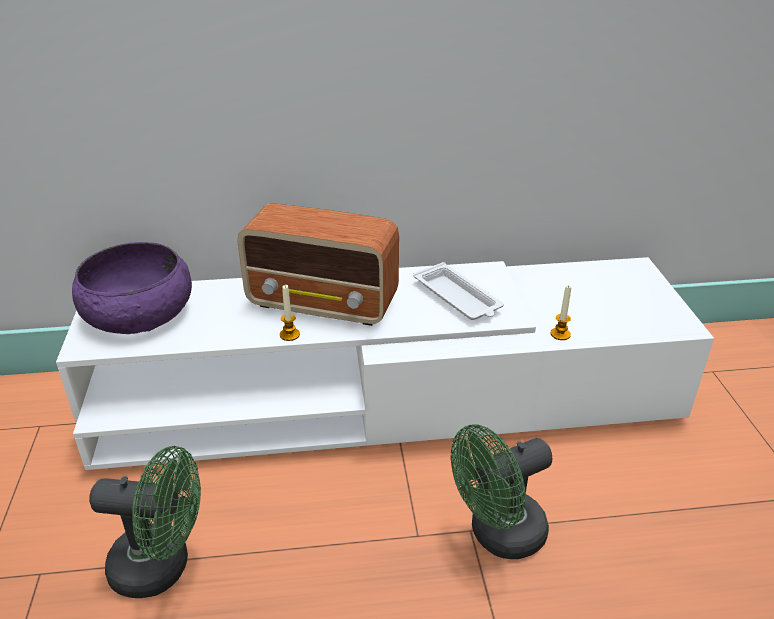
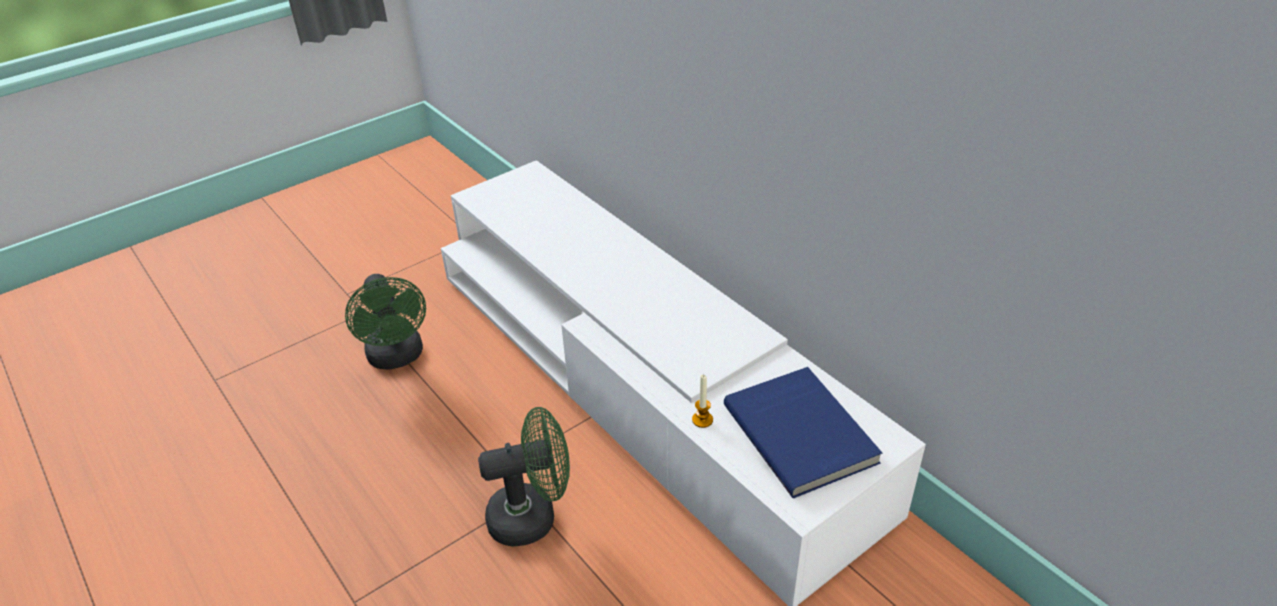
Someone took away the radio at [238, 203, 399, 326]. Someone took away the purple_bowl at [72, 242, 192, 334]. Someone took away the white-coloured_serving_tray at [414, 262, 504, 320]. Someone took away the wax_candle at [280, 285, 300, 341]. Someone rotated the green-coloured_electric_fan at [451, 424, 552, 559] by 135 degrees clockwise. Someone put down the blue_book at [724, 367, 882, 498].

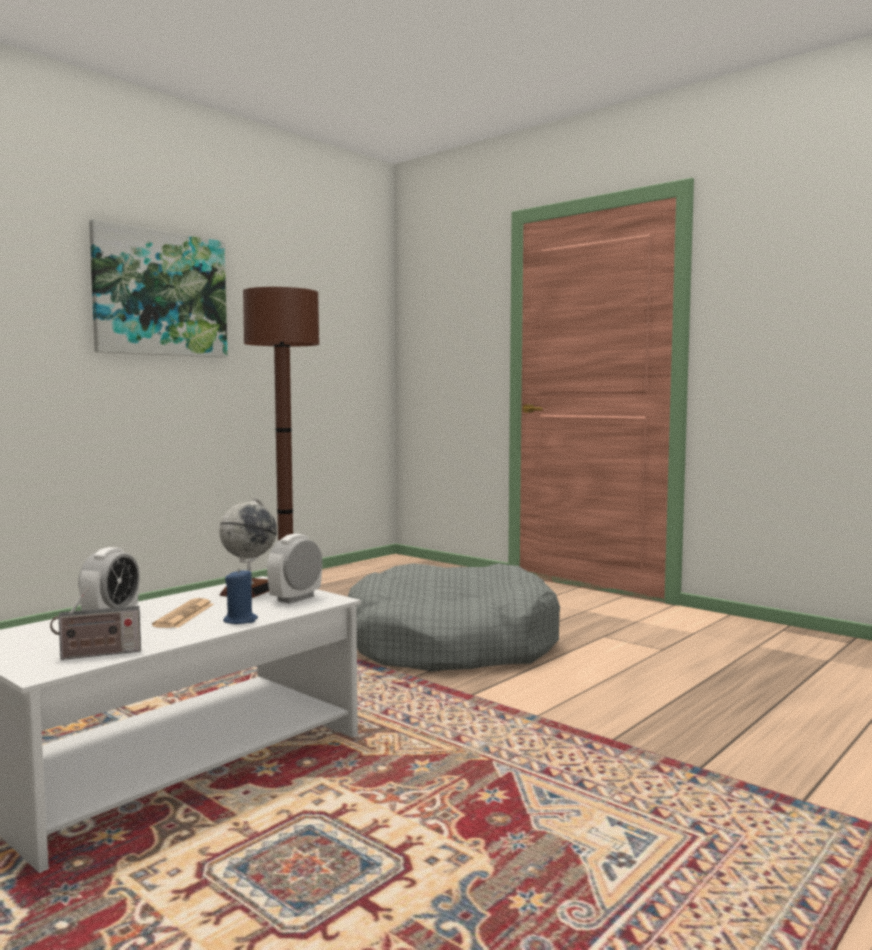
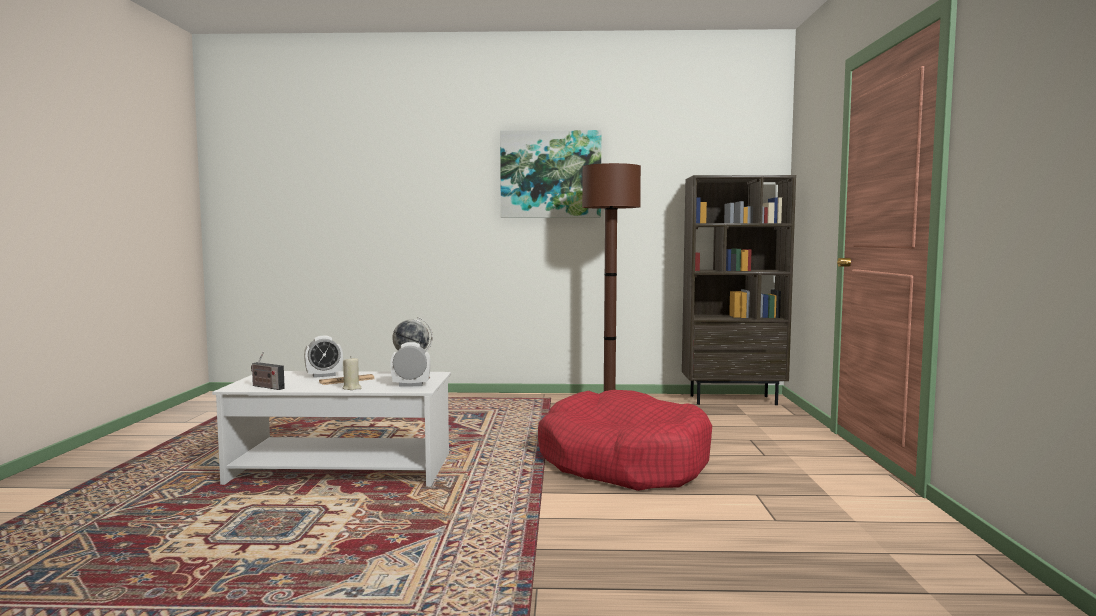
Someone repainted the greyish_pet_bed at [348, 563, 560, 671], which became the red-coloured_pet_bed at [538, 390, 712, 491]. Someone repainted the blue_wax_candle at [223, 568, 258, 624], which became the beige_wax_candle at [343, 358, 361, 390]. Someone put down the brown-coloured_shelving_unit at [682, 175, 796, 405].

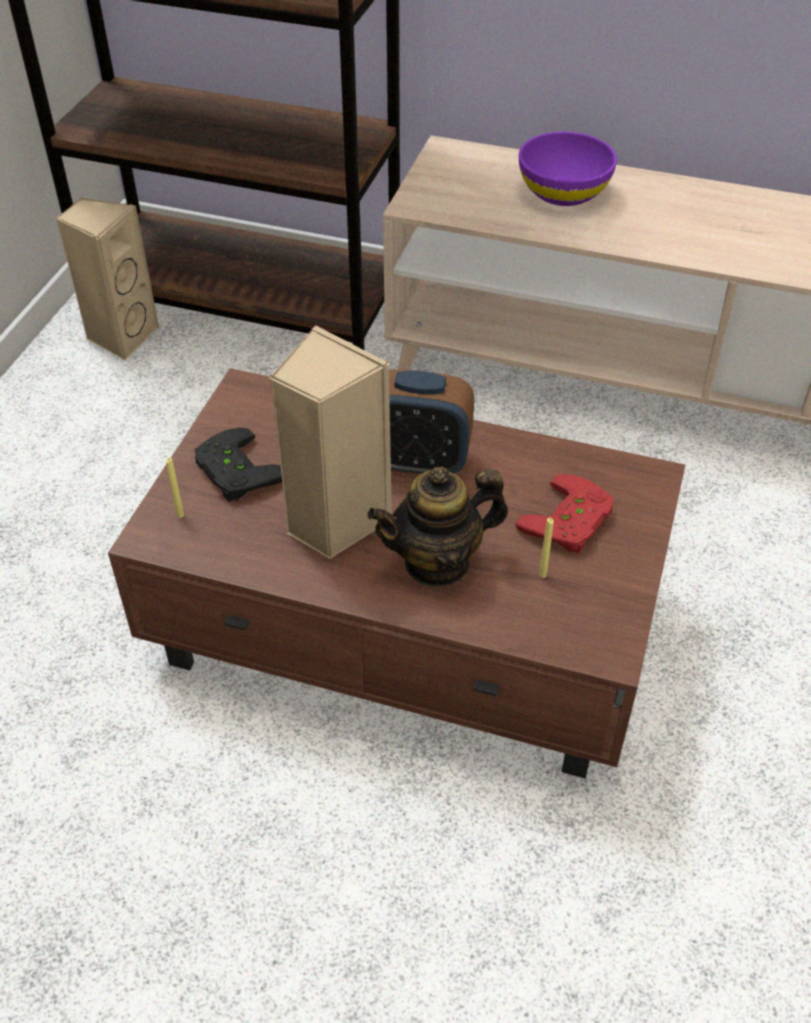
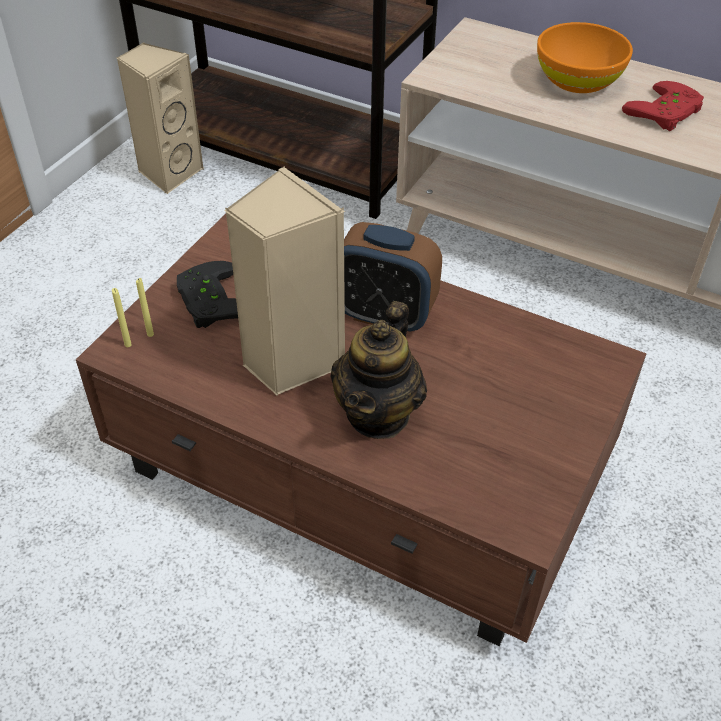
Someone repainted the purple_bowl at [519, 132, 617, 206], which became the orange-coloured_bowl at [537, 22, 633, 93]. Someone rotated the teapot at [367, 466, 508, 587] by 60 degrees counterclockwise. Someone carried the red-coloured_game_controller from [515, 474, 613, 554] to [622, 81, 704, 131]. Someone carried the yellow-coloured_wax_candle from [539, 517, 554, 578] to [112, 288, 132, 347].

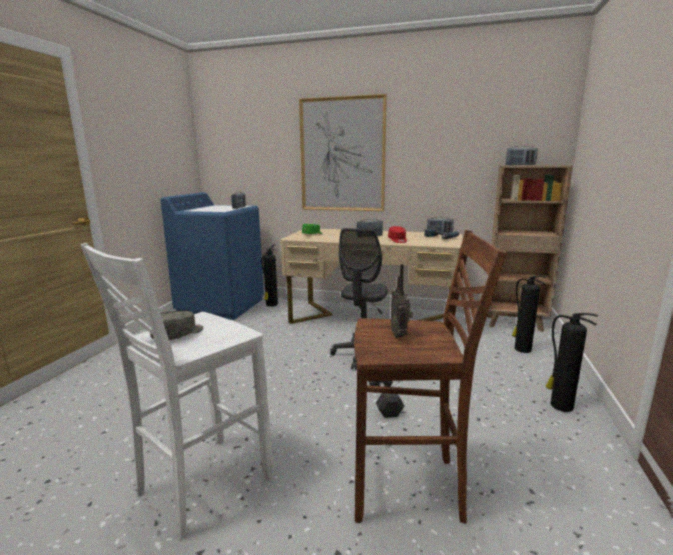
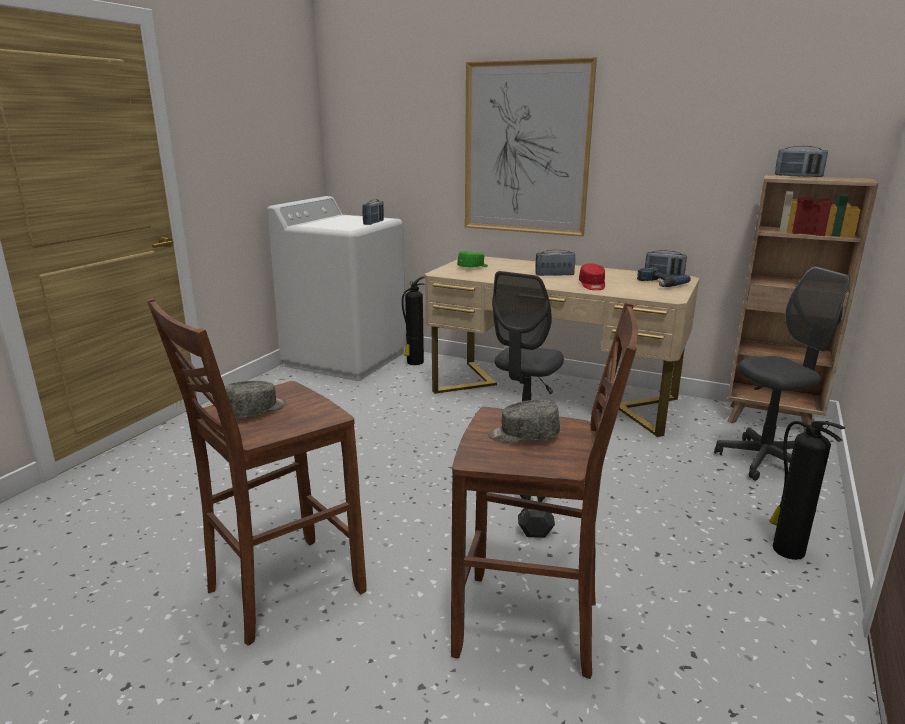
Someone repainted the blue_laundry_machine at [160, 193, 264, 320], which became the white-coloured_laundry_machine at [267, 196, 406, 381]. Someone repainted the white-coloured_sitting_stool at [81, 243, 274, 540], which became the brown-coloured_sitting_stool at [147, 298, 367, 646]. Someone swapped the radio at [391, 264, 413, 338] for the greyish_peaked_cap at [488, 400, 560, 443]. Someone swapped the extinguisher at [512, 276, 546, 353] for the greyish_desk_chair at [714, 267, 850, 481].

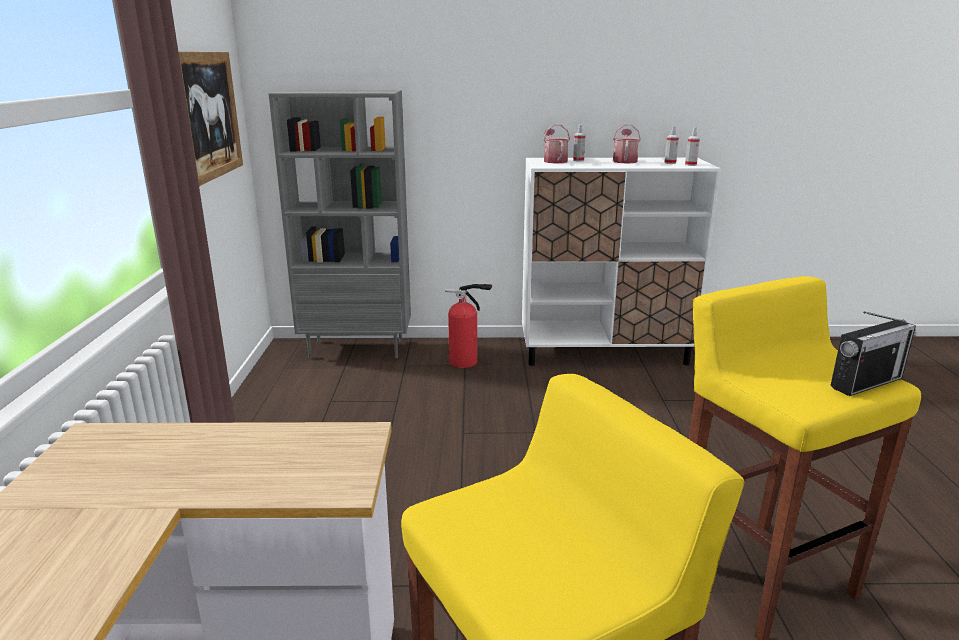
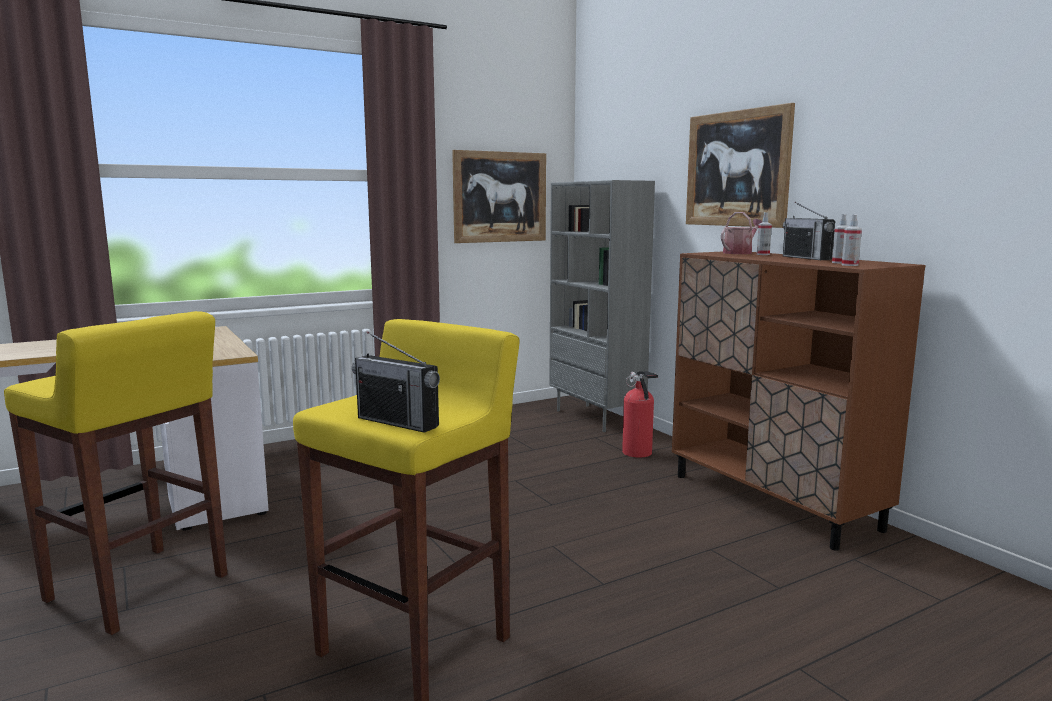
Someone swapped the watering_can at [613, 125, 641, 163] for the radio at [783, 202, 835, 260]. Someone repainted the white-coloured_storage_cabinet at [522, 158, 721, 366], which became the brown-coloured_storage_cabinet at [672, 251, 925, 551]. Someone put up the picture at [686, 103, 795, 228].

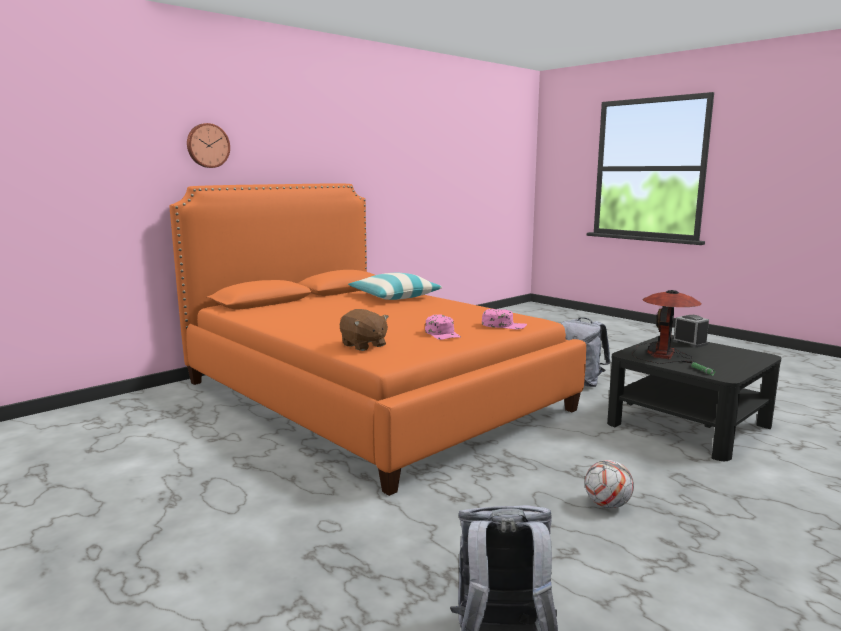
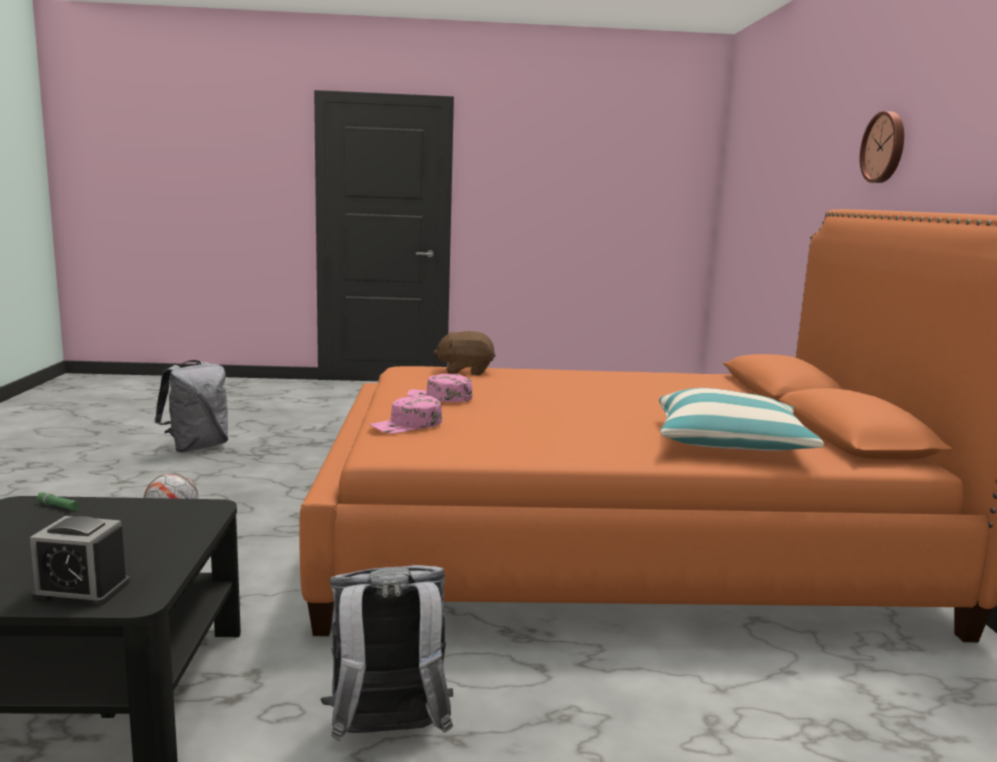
Someone took away the table_lamp at [632, 290, 701, 364].

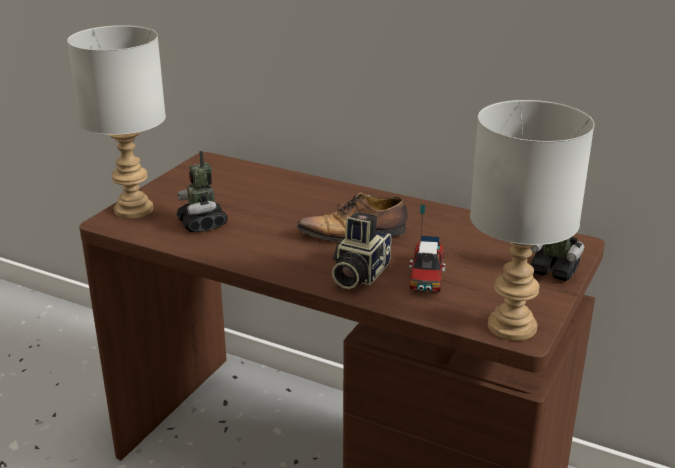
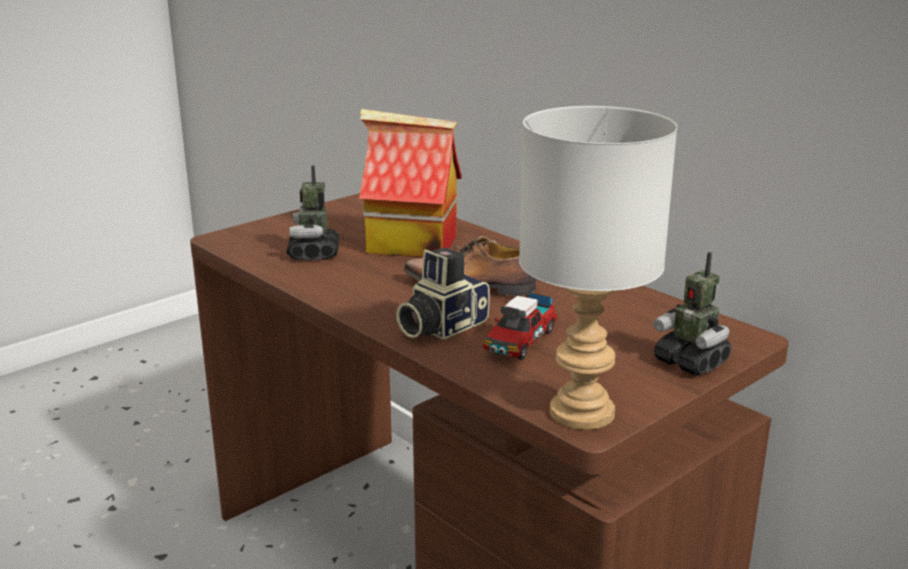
Someone took away the greyish_table_lamp at [67, 25, 166, 219]. Someone put down the miniature_house at [359, 109, 462, 258].

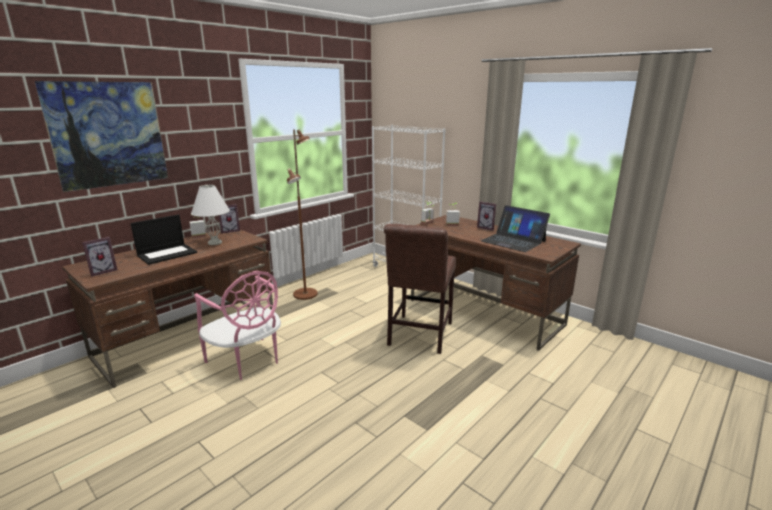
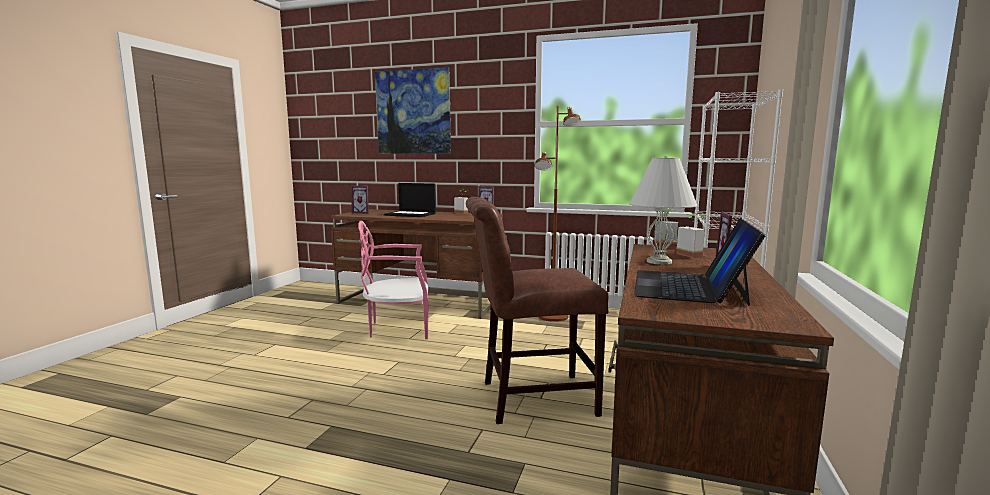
Someone carried the white-coloured_table_lamp from [191, 185, 230, 245] to [629, 156, 698, 265]. Someone rotated the pink_upright_chair at [194, 271, 281, 380] by 60 degrees clockwise.

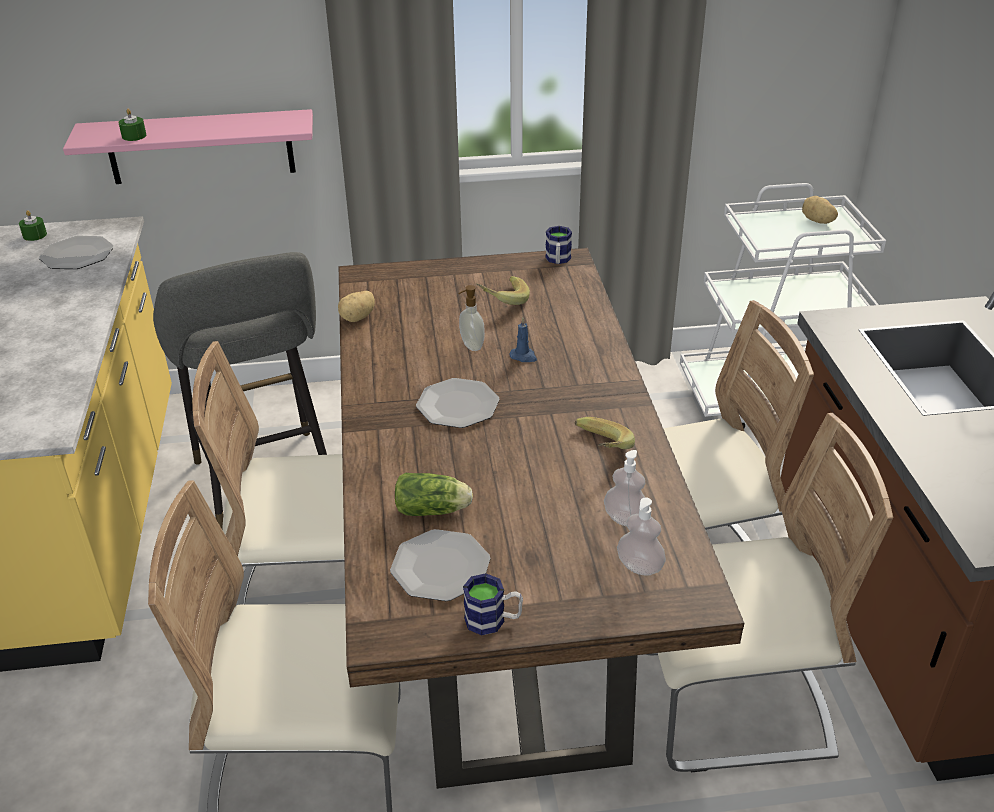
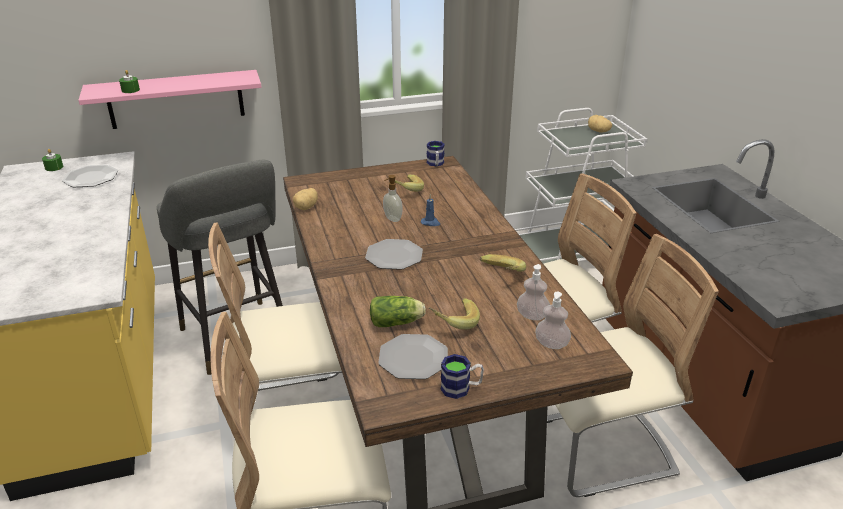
Someone put down the banana_fruit at [429, 298, 480, 330].

